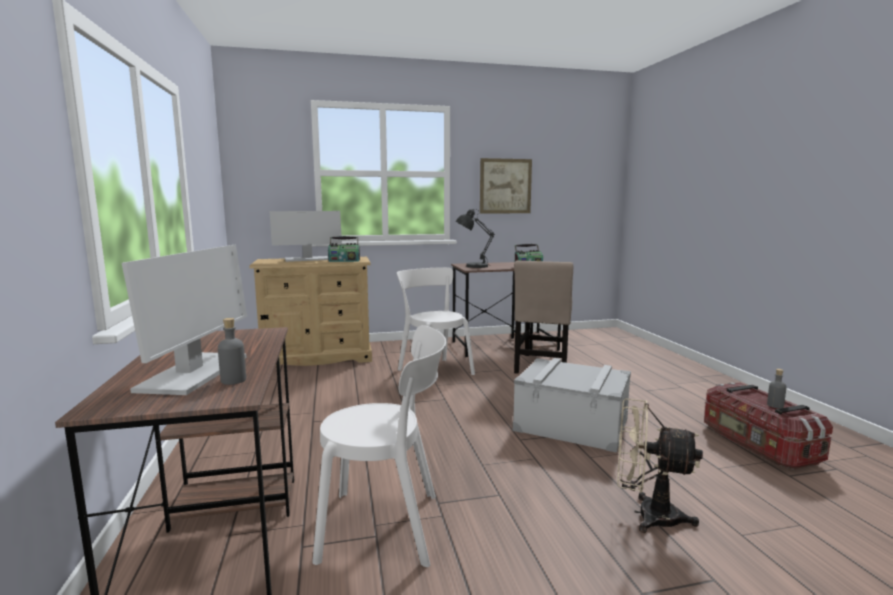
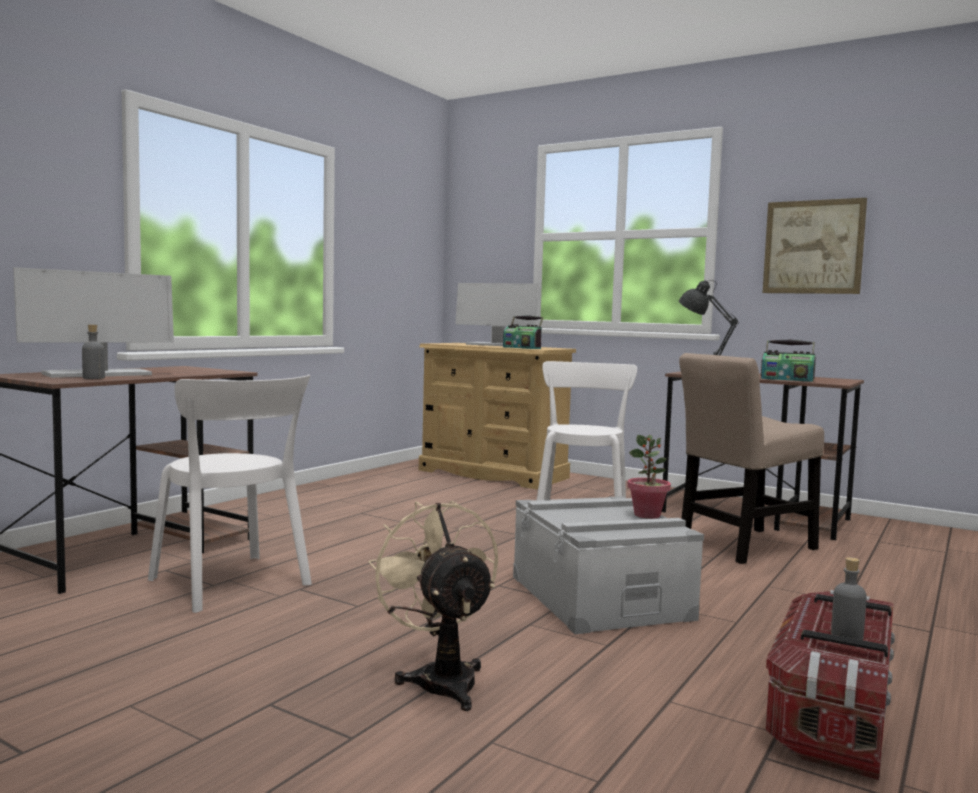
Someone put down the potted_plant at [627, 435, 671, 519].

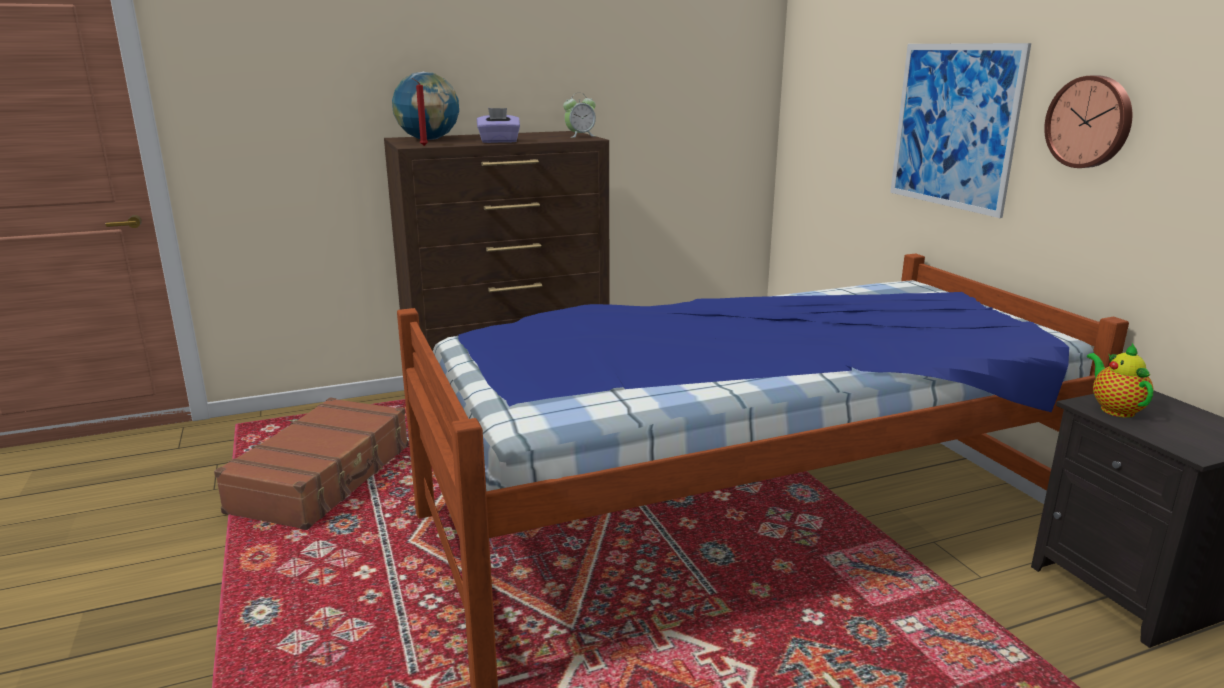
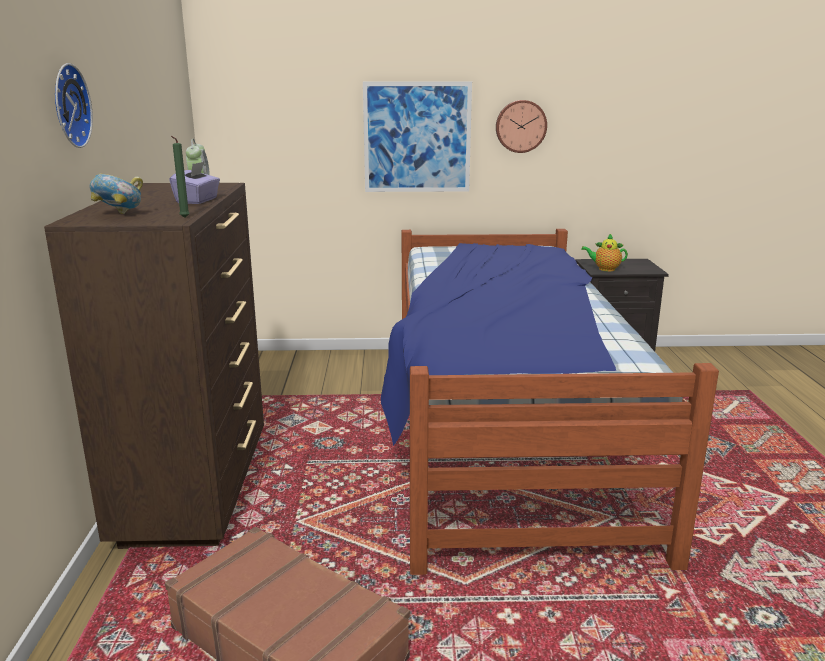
Someone swapped the world_globe at [392, 72, 459, 140] for the bowl at [89, 174, 143, 214]. Someone repainted the red-coloured_wax_candle at [412, 78, 428, 146], which became the green-coloured_wax_candle at [171, 136, 190, 218]. Someone put up the clock_on_the_wall at [55, 63, 93, 148].

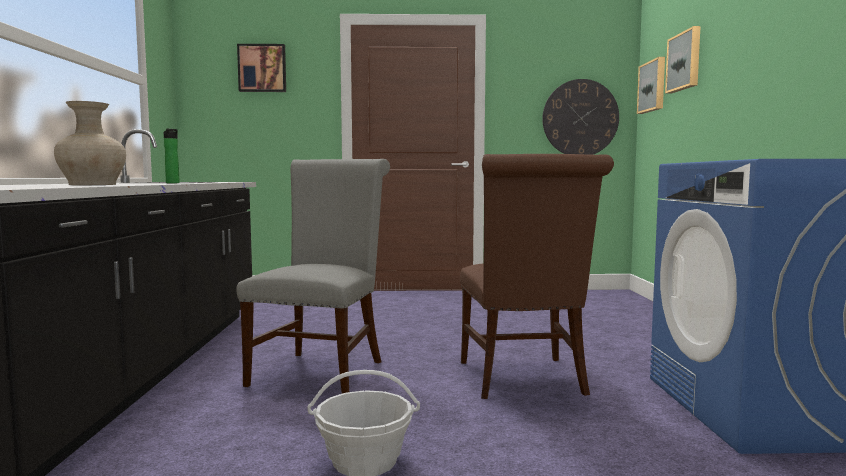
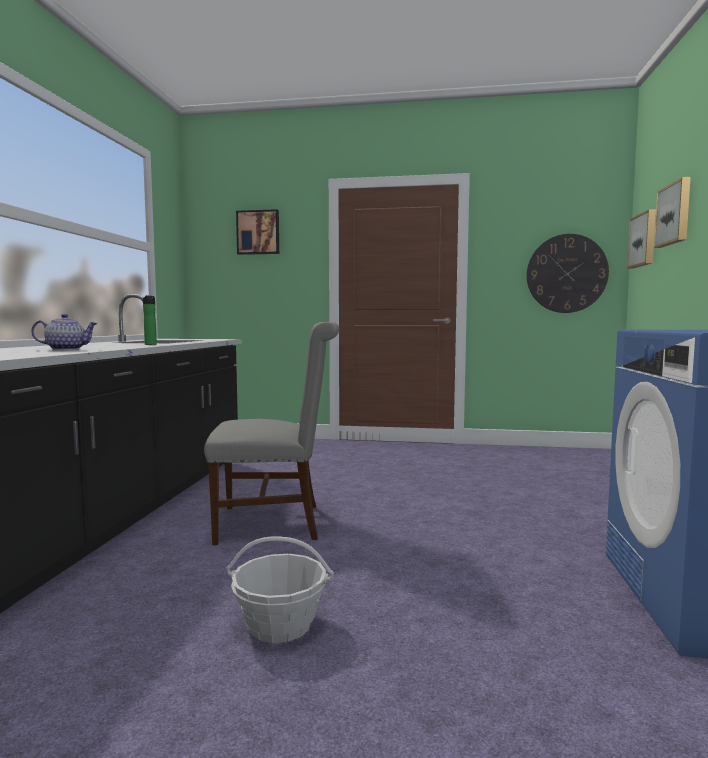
Someone swapped the beige_decorative_vase at [54, 101, 126, 185] for the teapot at [31, 314, 98, 350]. Someone took away the brown-coloured_upright_chair at [460, 154, 614, 399]. Someone rotated the greyish_upright_chair at [237, 159, 390, 394] by 60 degrees clockwise.

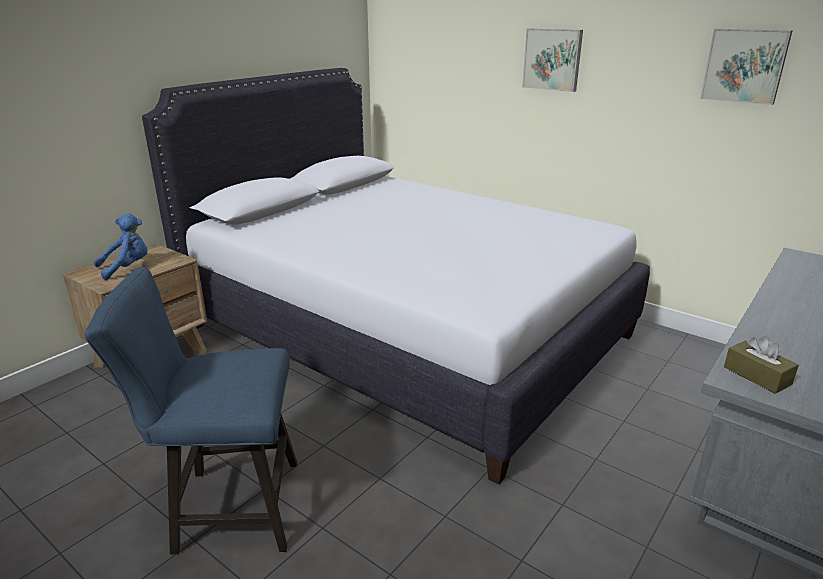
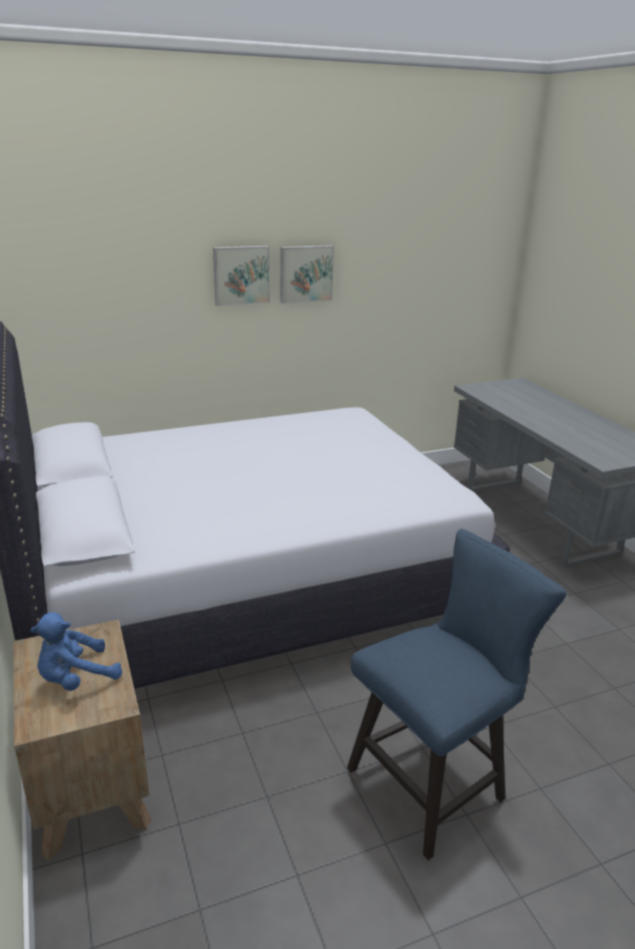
Someone carried the picture from [700, 28, 793, 105] to [281, 245, 334, 304]. Someone rotated the blue_soft_toy at [94, 213, 148, 280] by 120 degrees counterclockwise. Someone rotated the blue_upright_chair at [84, 267, 297, 554] by 150 degrees counterclockwise. Someone took away the brown-coloured_tissue_box at [724, 336, 799, 394].

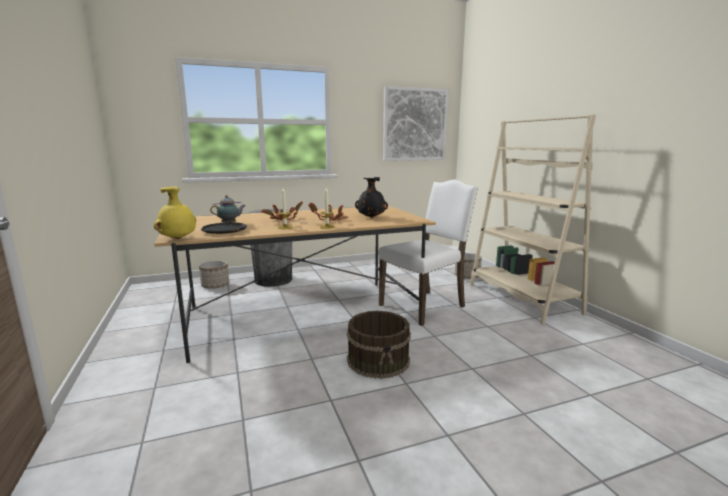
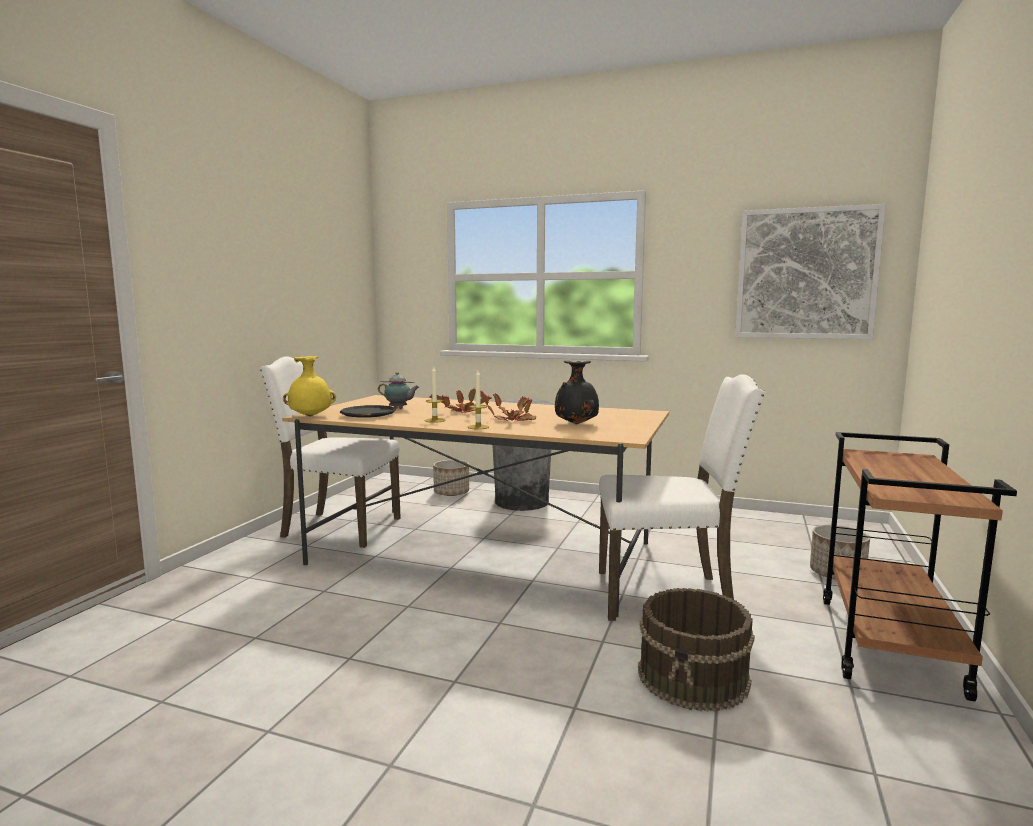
Someone swapped the beige_shelving_unit at [470, 114, 596, 324] for the brown-coloured_trolley at [823, 432, 1017, 701]. Someone carried the brown-coloured_pail from [347, 311, 411, 379] to [638, 588, 755, 712]. Someone put down the white-coloured_upright_chair at [259, 356, 401, 548].

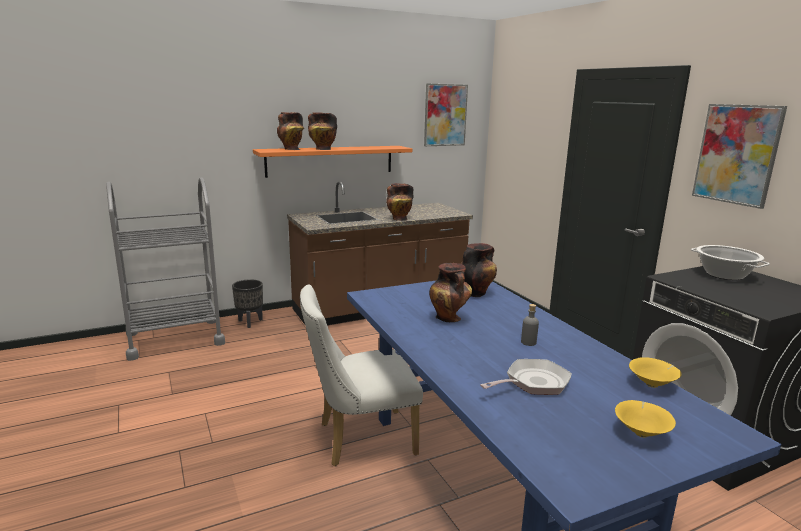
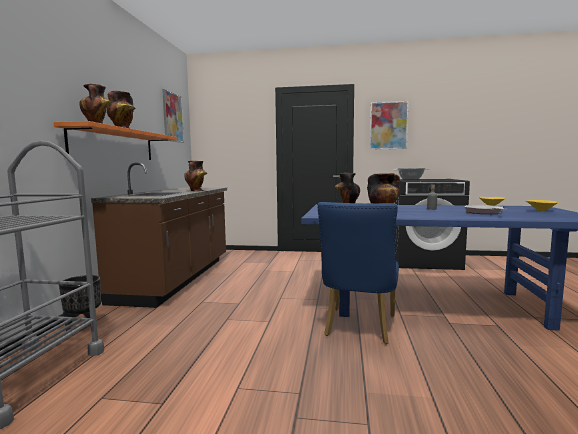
Someone repainted the white-coloured_upright_chair at [300, 284, 423, 466], which became the blue_upright_chair at [318, 202, 399, 344].

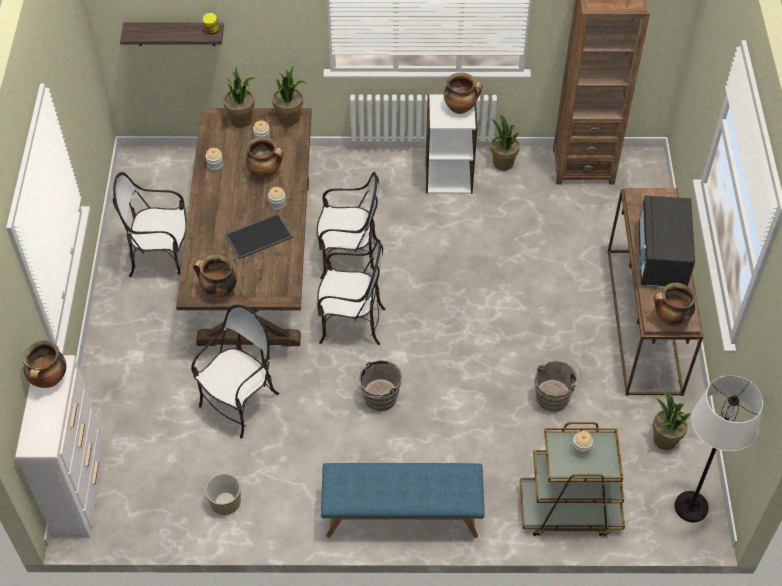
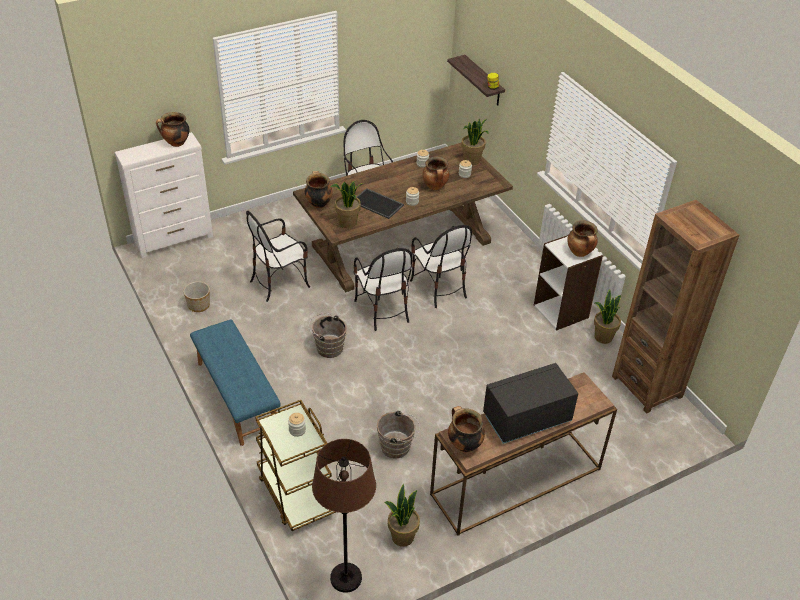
Someone carried the potted_plant from [272, 66, 307, 126] to [330, 181, 364, 228]. Someone rotated the upright_chair at [191, 305, 279, 438] by 135 degrees clockwise. Someone repainted the white-coloured_standard_lamp at [674, 375, 763, 522], which became the brown-coloured_standard_lamp at [312, 439, 376, 593].

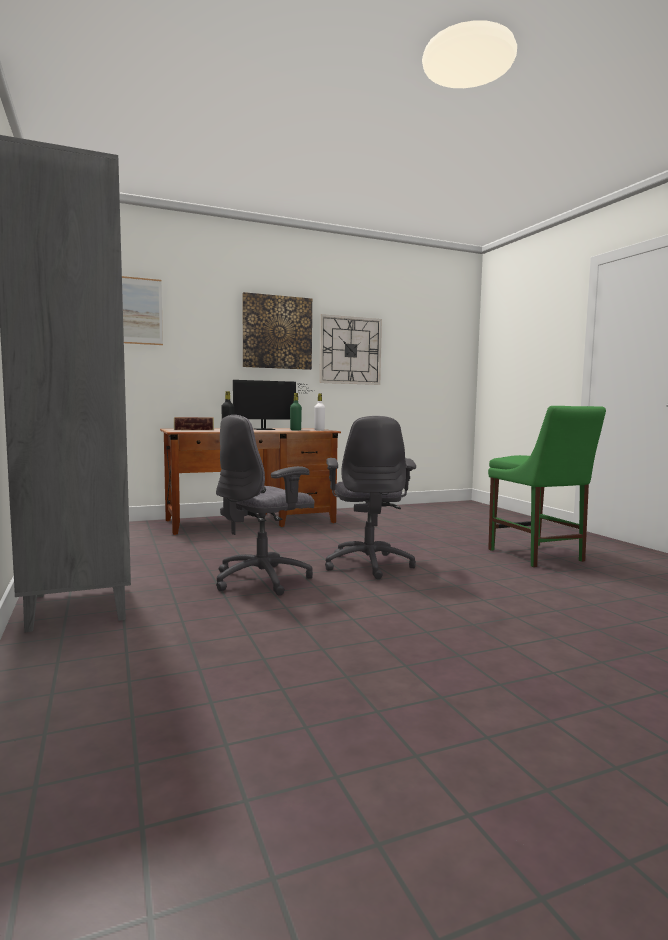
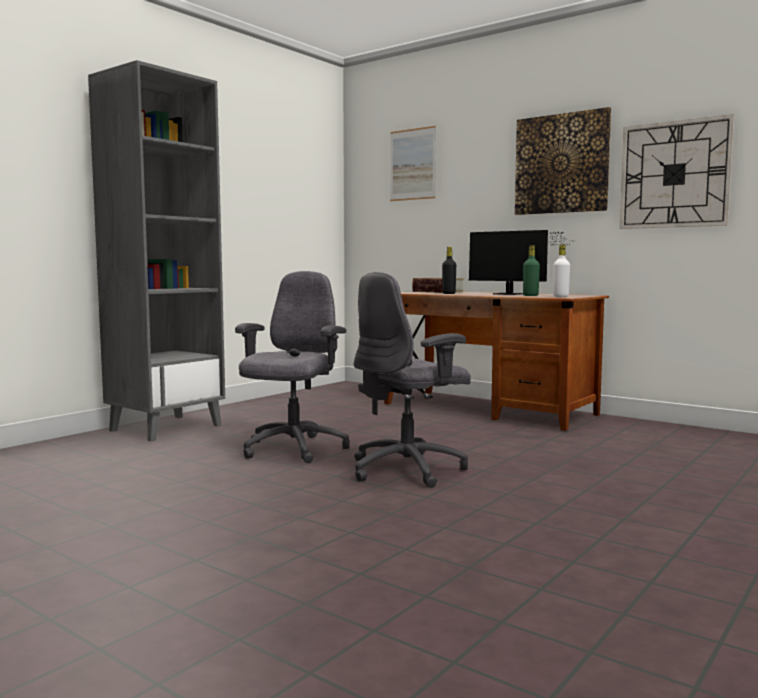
Someone took away the green-coloured_upright_chair at [488, 406, 606, 567]. Someone rotated the greyish_desk_chair at [216, 415, 314, 596] by 90 degrees clockwise.

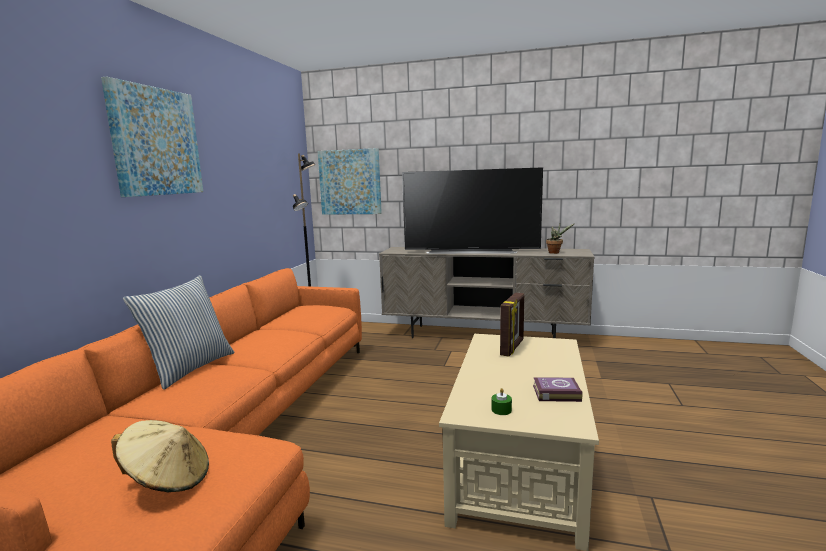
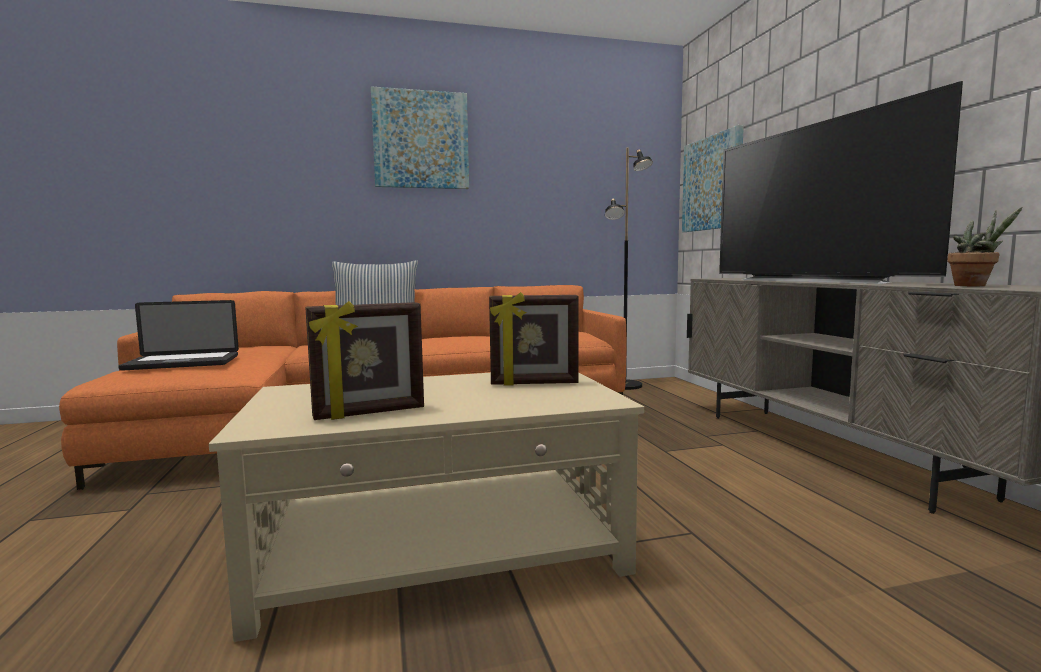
Someone swapped the book at [533, 377, 582, 402] for the standing_frame at [305, 301, 424, 420]. Someone took away the green-coloured_wax_candle at [492, 388, 512, 415]. Someone swapped the beige_wearable_hat at [111, 420, 209, 493] for the laptop at [118, 300, 239, 370].

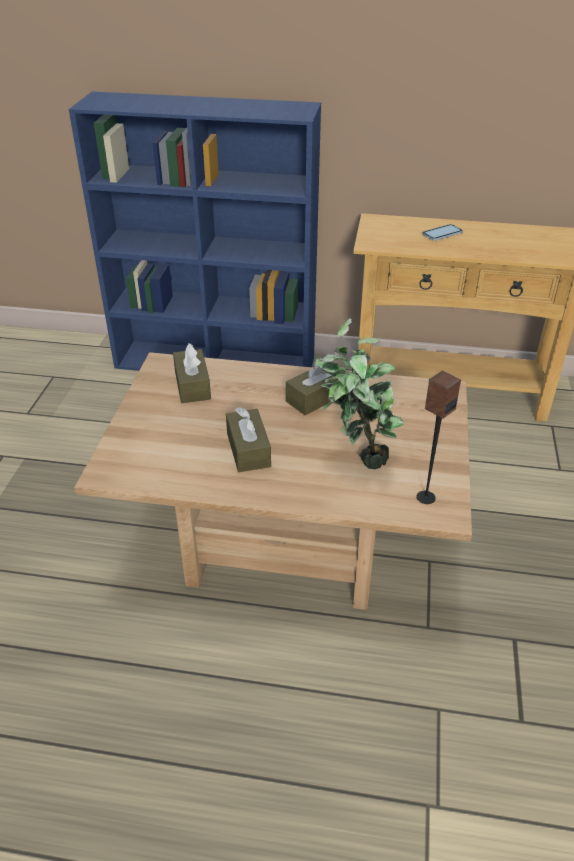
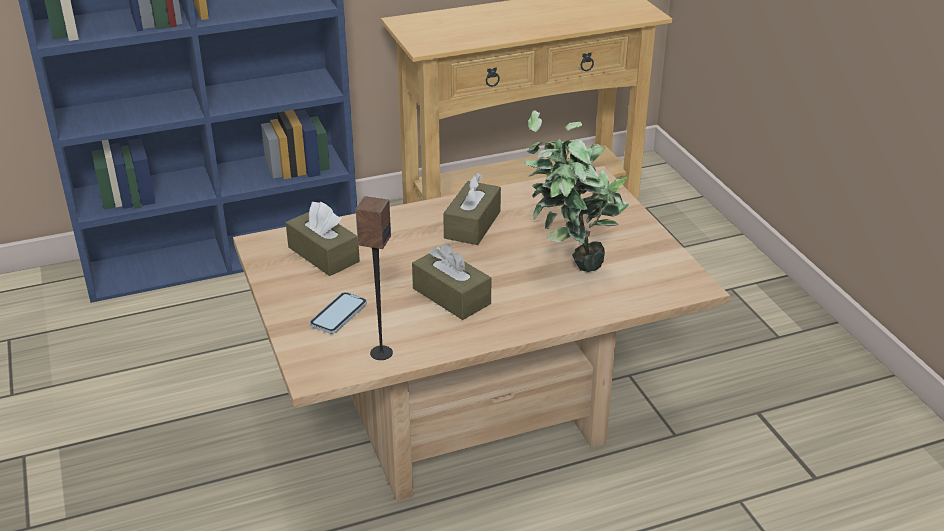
Someone carried the telephone from [422, 224, 463, 241] to [309, 292, 367, 334]. Someone carried the loudspeaker from [416, 371, 461, 504] to [355, 196, 393, 360].

